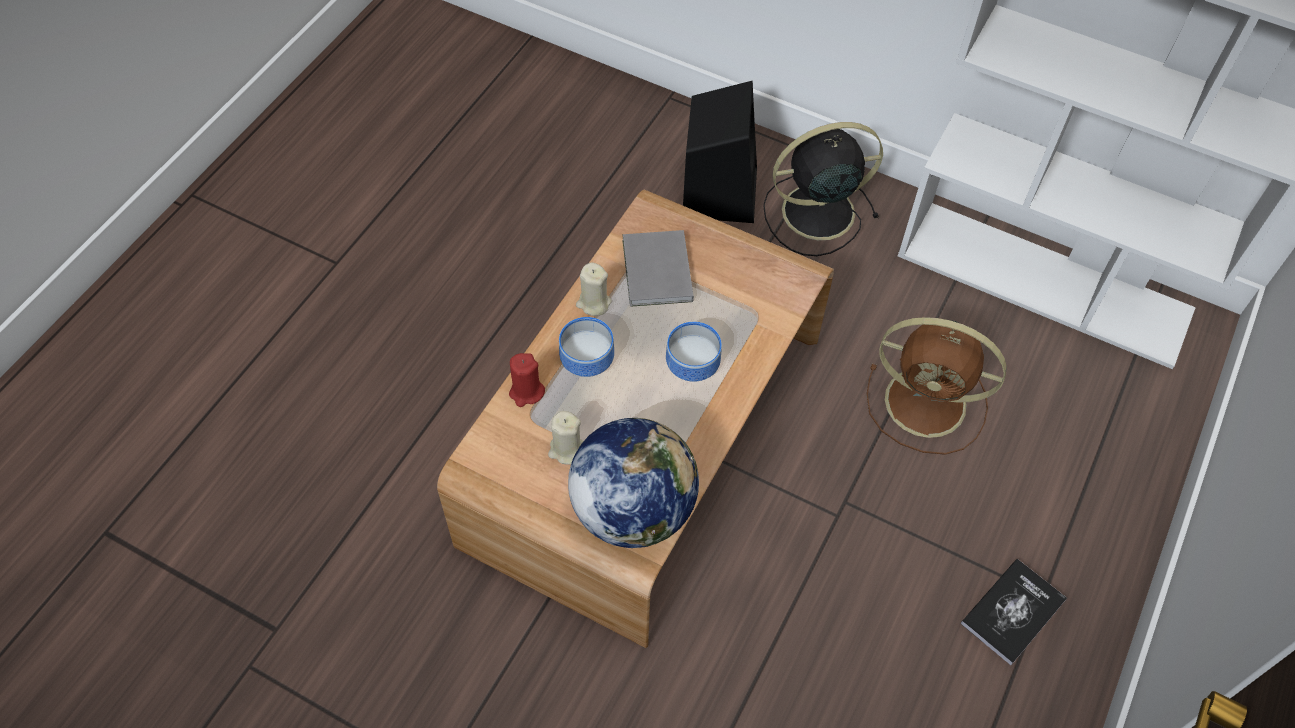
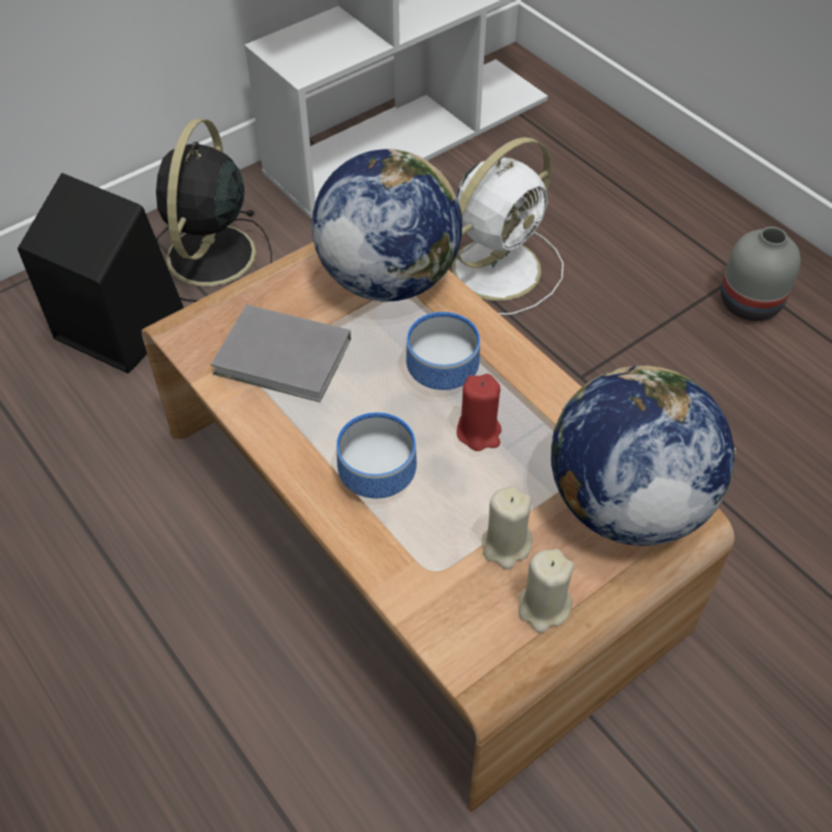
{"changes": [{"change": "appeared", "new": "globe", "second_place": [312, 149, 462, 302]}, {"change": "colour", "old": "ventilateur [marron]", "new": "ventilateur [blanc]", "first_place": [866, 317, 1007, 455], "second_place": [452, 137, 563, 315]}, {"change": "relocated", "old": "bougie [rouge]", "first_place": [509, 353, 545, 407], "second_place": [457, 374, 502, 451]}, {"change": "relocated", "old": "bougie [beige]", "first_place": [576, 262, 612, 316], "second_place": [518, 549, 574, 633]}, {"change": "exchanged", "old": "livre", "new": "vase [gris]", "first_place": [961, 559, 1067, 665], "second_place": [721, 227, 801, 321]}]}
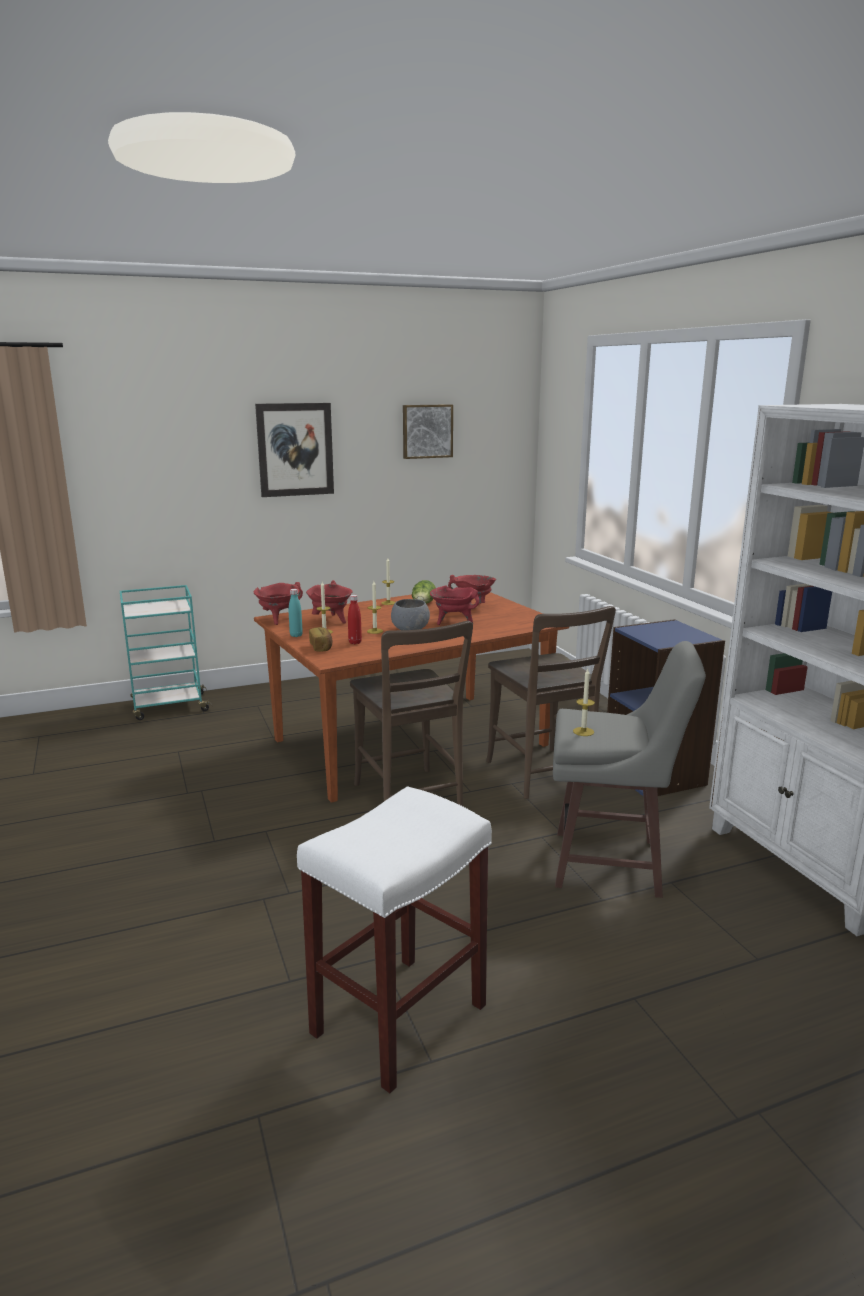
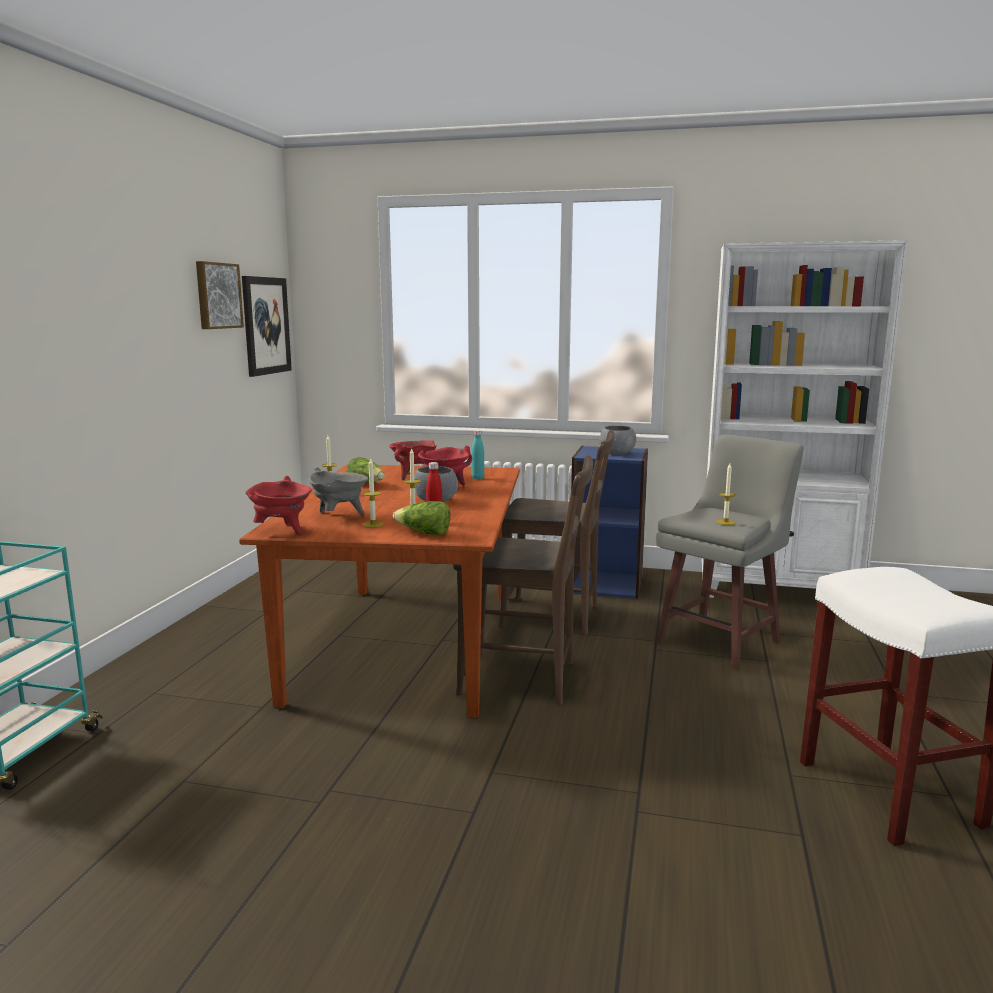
{"changes": [{"change": "relocated", "old": "tableau", "first_place": [255, 403, 334, 497], "second_place": [242, 276, 292, 377]}, {"change": "colour", "old": "marmite [rouge]", "new": "marmite [gris]", "first_place": [306, 580, 353, 624], "second_place": [308, 467, 368, 514]}, {"change": "exchanged", "old": "pain", "new": "laitue", "first_place": [309, 627, 333, 652], "second_place": [393, 501, 450, 536]}, {"change": "relocated", "old": "bouteille [turquoise]", "first_place": [289, 589, 303, 637], "second_place": [471, 430, 484, 479]}, {"change": "appeared", "new": "bol [gris]", "second_place": [600, 426, 636, 455]}]}
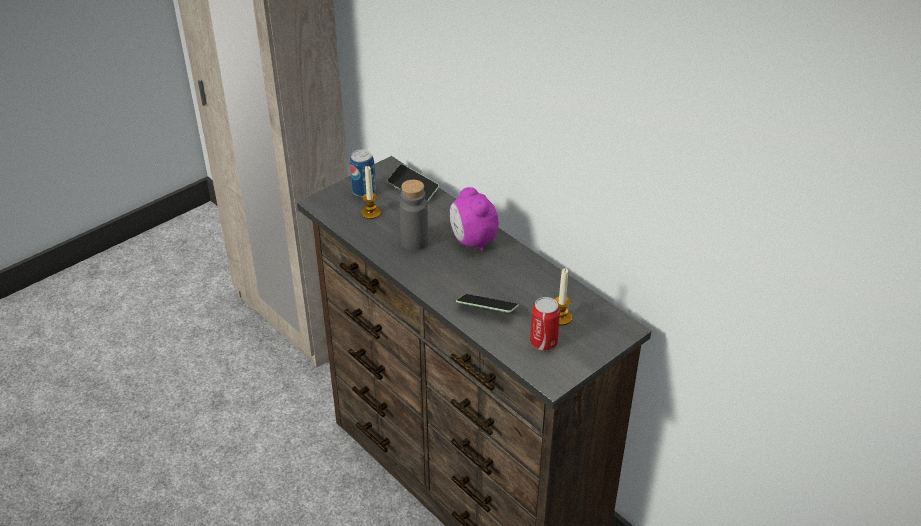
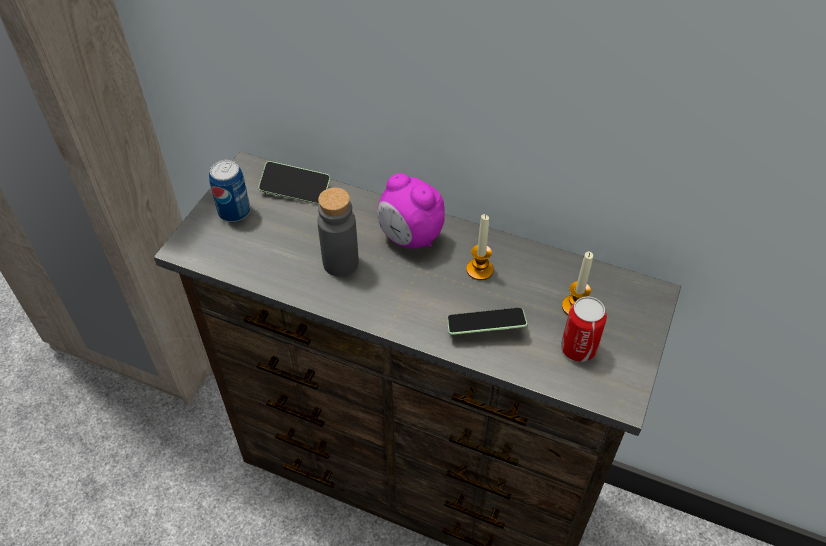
{"changes": [{"change": "relocated", "old": "bougie", "first_place": [361, 166, 381, 219], "second_place": [466, 214, 494, 280]}]}
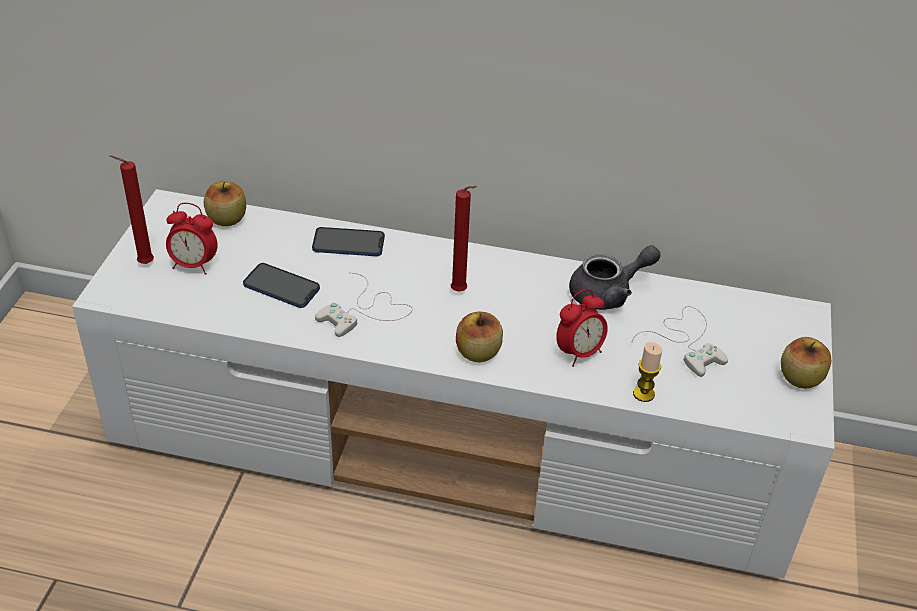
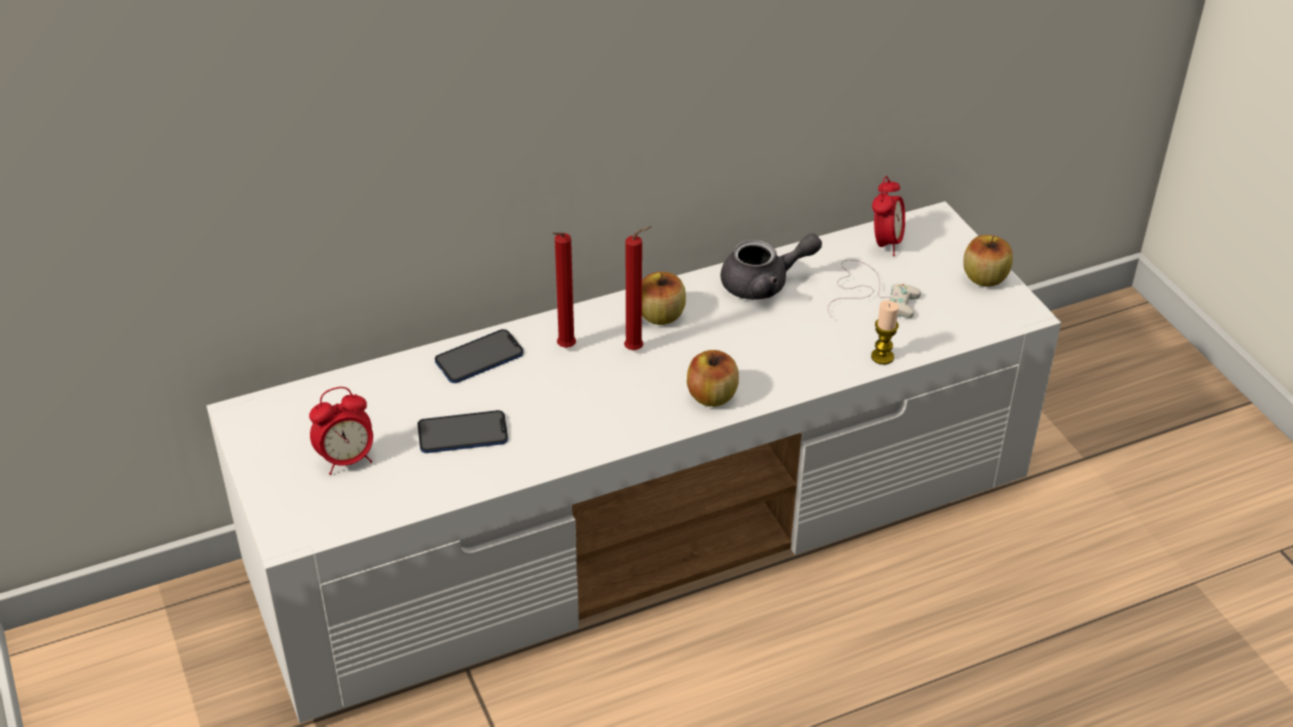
{"changes": [{"change": "relocated", "old": "bougie [rouge]", "first_place": [110, 155, 154, 264], "second_place": [552, 232, 576, 348]}, {"change": "relocated", "old": "pomme", "first_place": [204, 181, 246, 226], "second_place": [642, 272, 686, 325]}, {"change": "spun", "old": "théière [gris]", "first_place": [569, 245, 660, 310], "second_place": [720, 233, 822, 300], "degrees": 45}, {"change": "relocated", "old": "réveil", "first_place": [556, 289, 608, 367], "second_place": [872, 176, 905, 256]}, {"change": "missing", "old": "manette [blanc]", "first_place": [315, 273, 413, 337]}]}
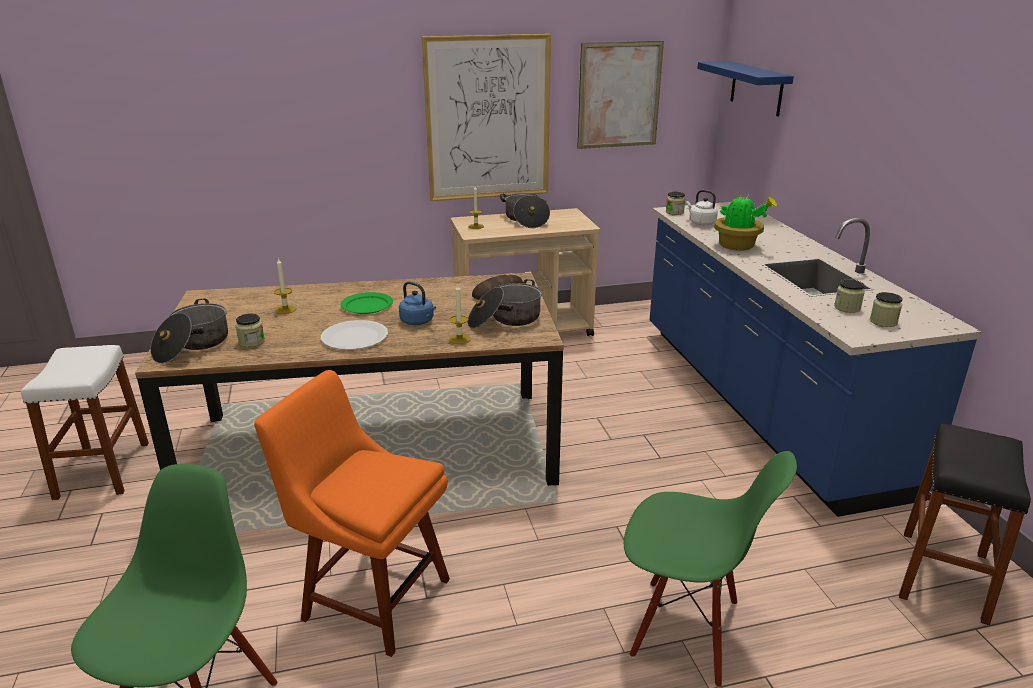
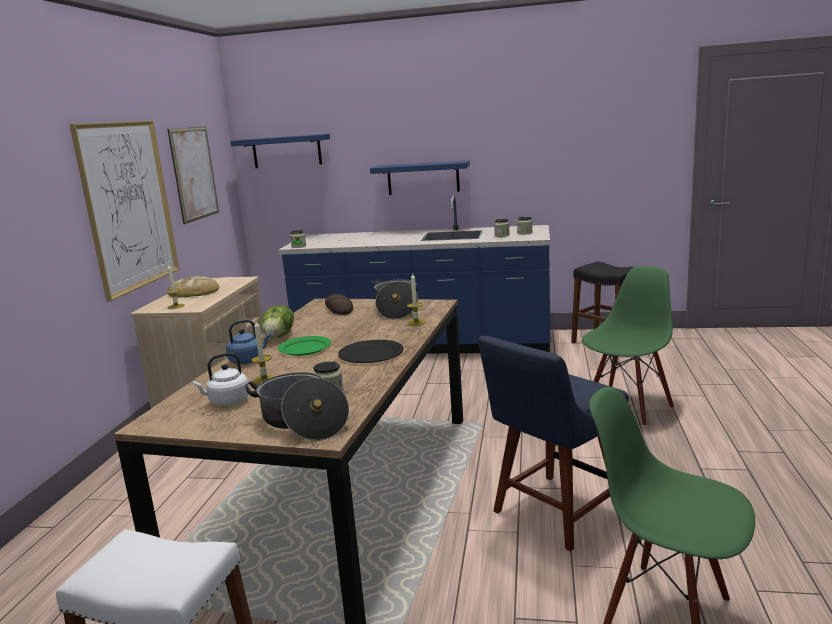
{"changes": [{"change": "exchanged", "old": "marmite", "new": "pain", "first_place": [500, 193, 550, 228], "second_place": [168, 276, 219, 298]}, {"change": "relocated", "old": "bouilloire [blanc]", "first_place": [686, 190, 718, 226], "second_place": [192, 352, 249, 406]}, {"change": "relocated", "old": "bouilloire [bleu]", "first_place": [399, 281, 436, 325], "second_place": [226, 319, 271, 364]}, {"change": "appeared", "new": "laitue", "second_place": [261, 305, 294, 338]}, {"change": "colour", "old": "assiette [blanc]", "new": "assiette [noir]", "first_place": [321, 320, 388, 350], "second_place": [338, 340, 404, 363]}, {"change": "appeared", "new": "étagère [bleu]", "second_place": [370, 160, 470, 195]}, {"change": "colour", "old": "chaise [orange]", "new": "chaise [bleu]", "first_place": [254, 370, 450, 657], "second_place": [478, 336, 631, 552]}, {"change": "missing", "old": "plante en pot", "first_place": [714, 193, 777, 251]}]}
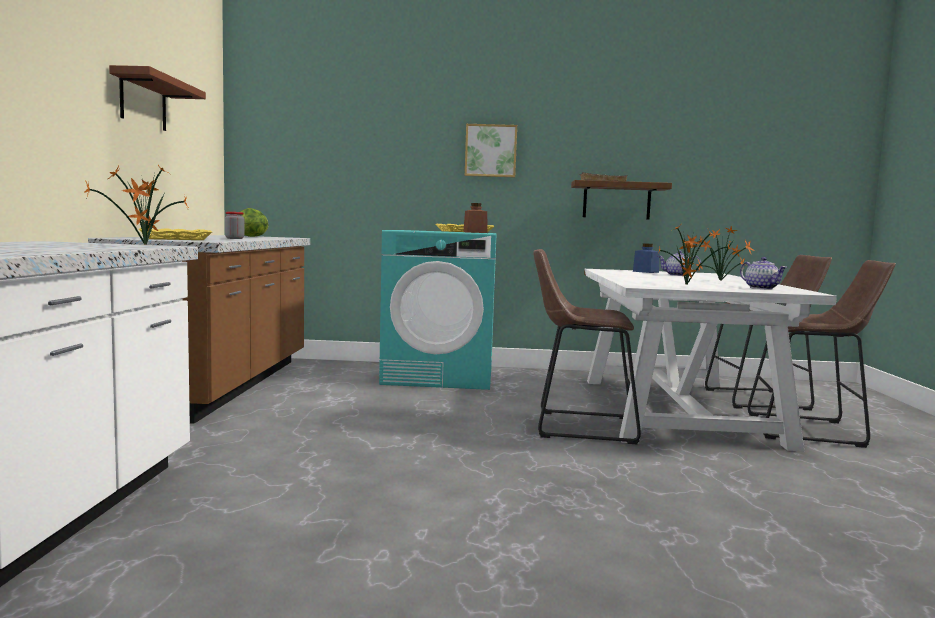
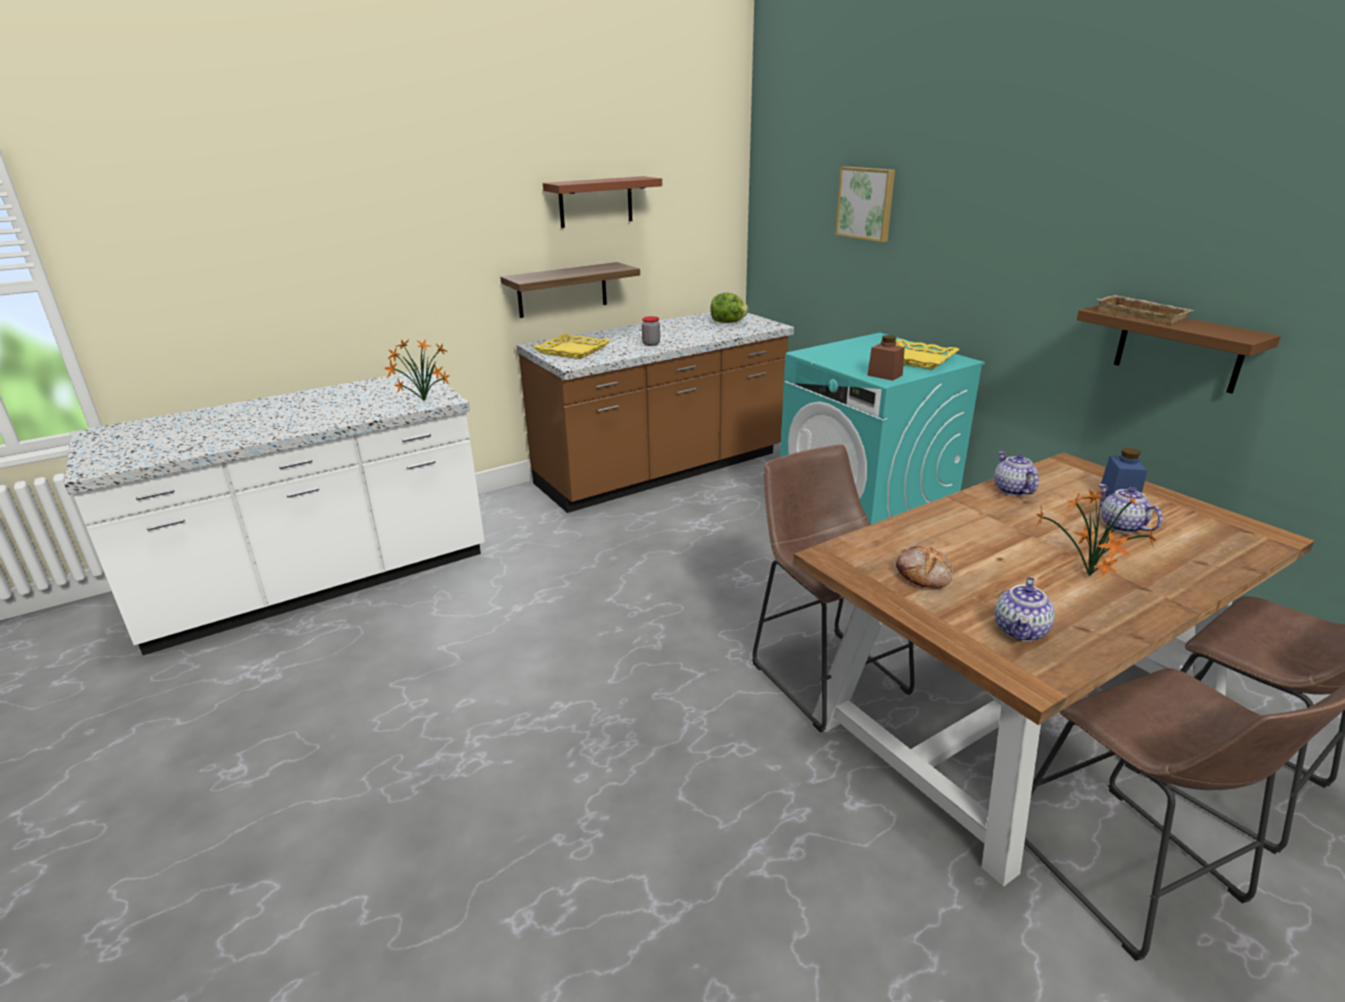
{"changes": [{"change": "appeared", "new": "étagère", "second_place": [500, 262, 640, 318]}, {"change": "colour", "old": "table à manger [blanc]", "new": "table à manger [marron]", "first_place": [584, 269, 837, 451], "second_place": [793, 452, 1314, 886]}, {"change": "relocated", "old": "tableau", "first_place": [465, 124, 517, 177], "second_place": [835, 167, 895, 242]}, {"change": "exchanged", "old": "plante en pot", "new": "pain", "first_place": [657, 227, 730, 285], "second_place": [896, 546, 954, 589]}, {"change": "appeared", "new": "théière", "second_place": [994, 452, 1039, 496]}]}
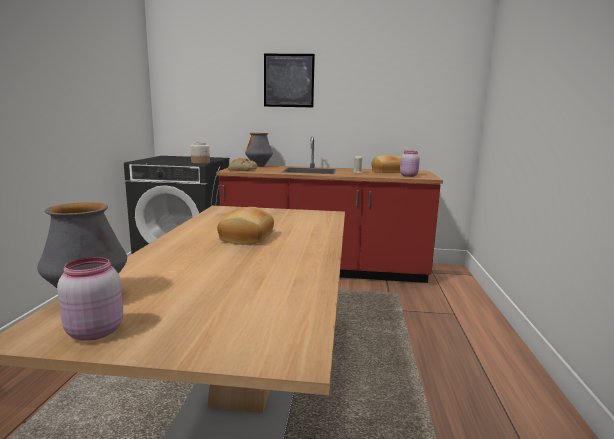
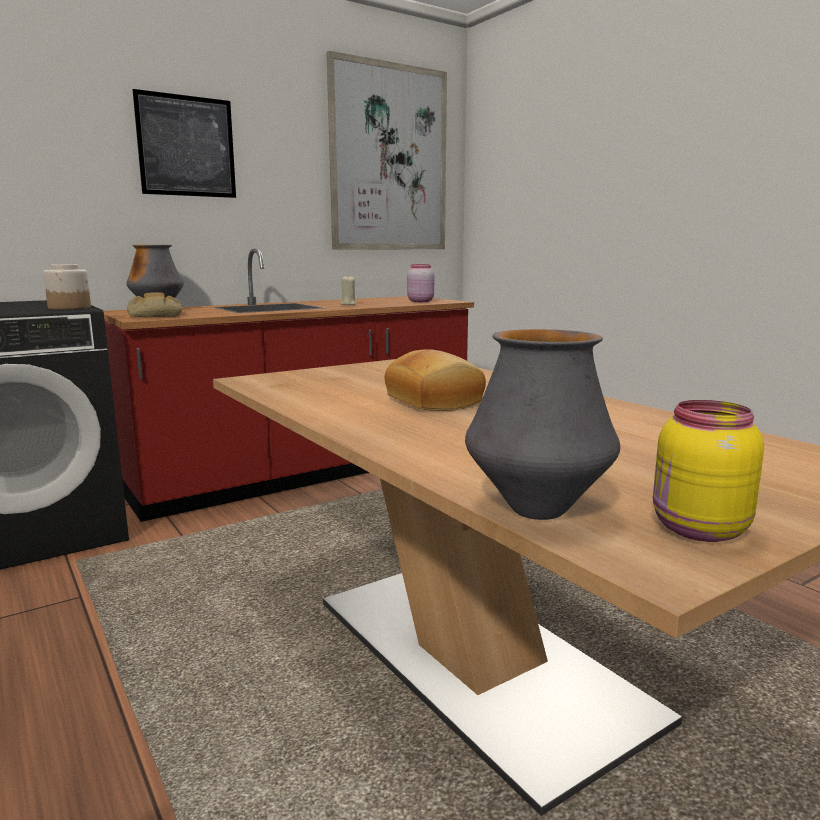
{"changes": [{"change": "appeared", "new": "tableau", "second_place": [327, 51, 447, 249]}, {"change": "colour", "old": "bocal [rose]", "new": "bocal [jaune]", "first_place": [57, 257, 123, 341], "second_place": [653, 400, 764, 542]}, {"change": "missing", "old": "pain", "first_place": [371, 155, 401, 173]}]}
